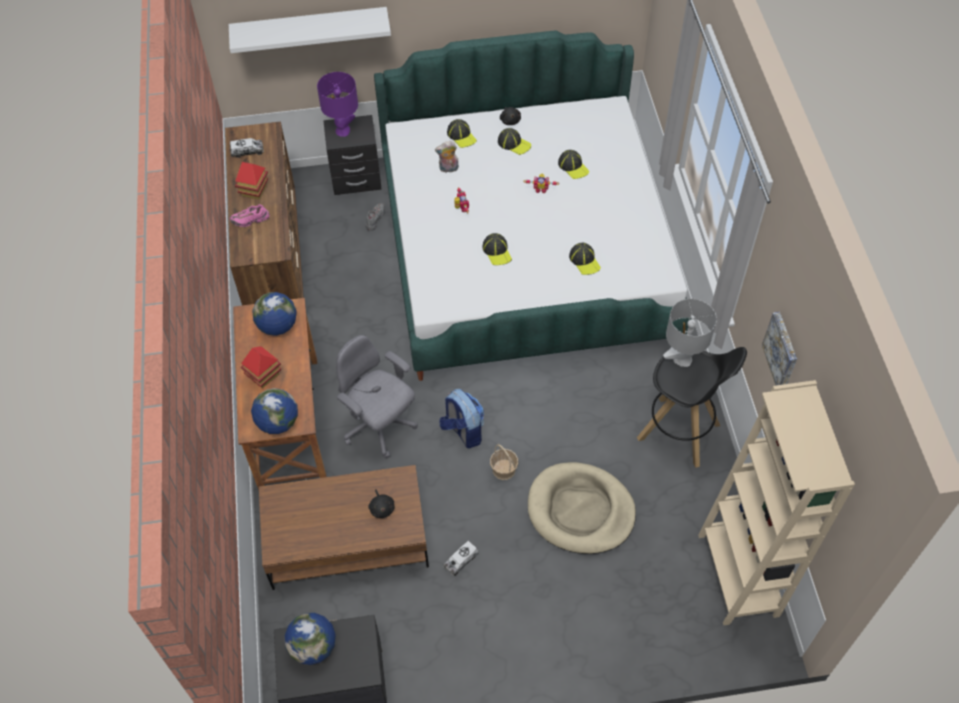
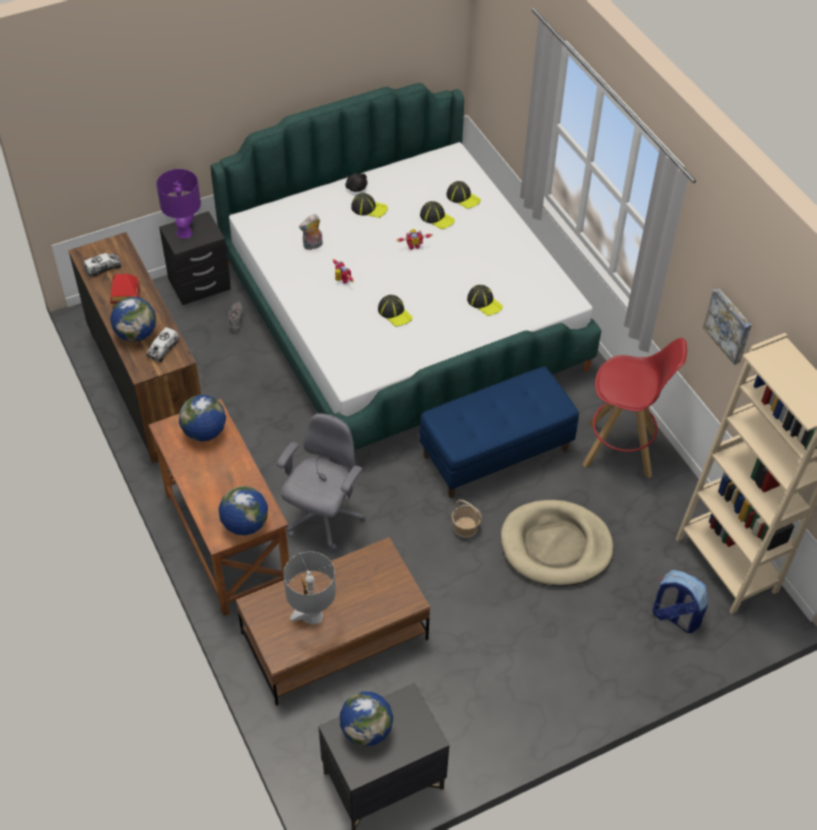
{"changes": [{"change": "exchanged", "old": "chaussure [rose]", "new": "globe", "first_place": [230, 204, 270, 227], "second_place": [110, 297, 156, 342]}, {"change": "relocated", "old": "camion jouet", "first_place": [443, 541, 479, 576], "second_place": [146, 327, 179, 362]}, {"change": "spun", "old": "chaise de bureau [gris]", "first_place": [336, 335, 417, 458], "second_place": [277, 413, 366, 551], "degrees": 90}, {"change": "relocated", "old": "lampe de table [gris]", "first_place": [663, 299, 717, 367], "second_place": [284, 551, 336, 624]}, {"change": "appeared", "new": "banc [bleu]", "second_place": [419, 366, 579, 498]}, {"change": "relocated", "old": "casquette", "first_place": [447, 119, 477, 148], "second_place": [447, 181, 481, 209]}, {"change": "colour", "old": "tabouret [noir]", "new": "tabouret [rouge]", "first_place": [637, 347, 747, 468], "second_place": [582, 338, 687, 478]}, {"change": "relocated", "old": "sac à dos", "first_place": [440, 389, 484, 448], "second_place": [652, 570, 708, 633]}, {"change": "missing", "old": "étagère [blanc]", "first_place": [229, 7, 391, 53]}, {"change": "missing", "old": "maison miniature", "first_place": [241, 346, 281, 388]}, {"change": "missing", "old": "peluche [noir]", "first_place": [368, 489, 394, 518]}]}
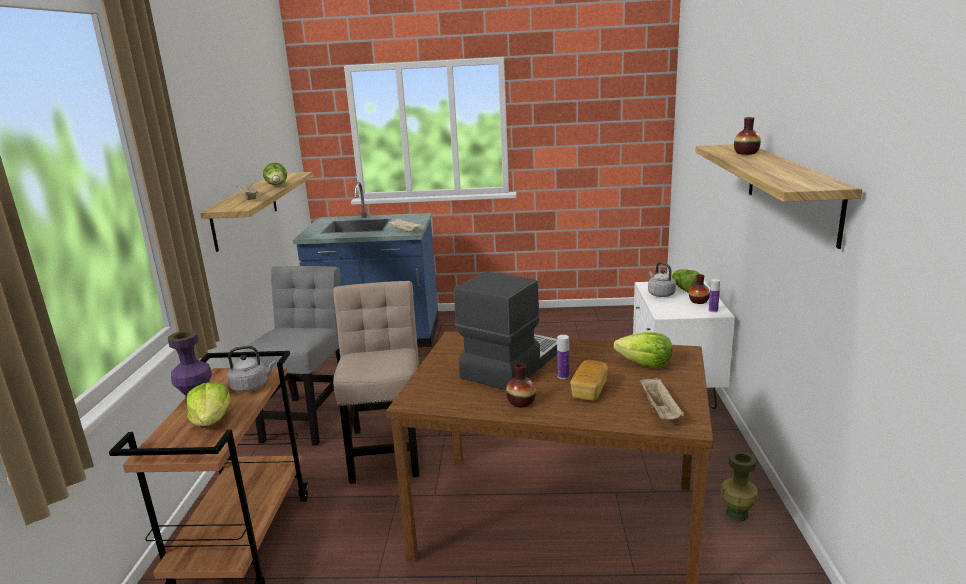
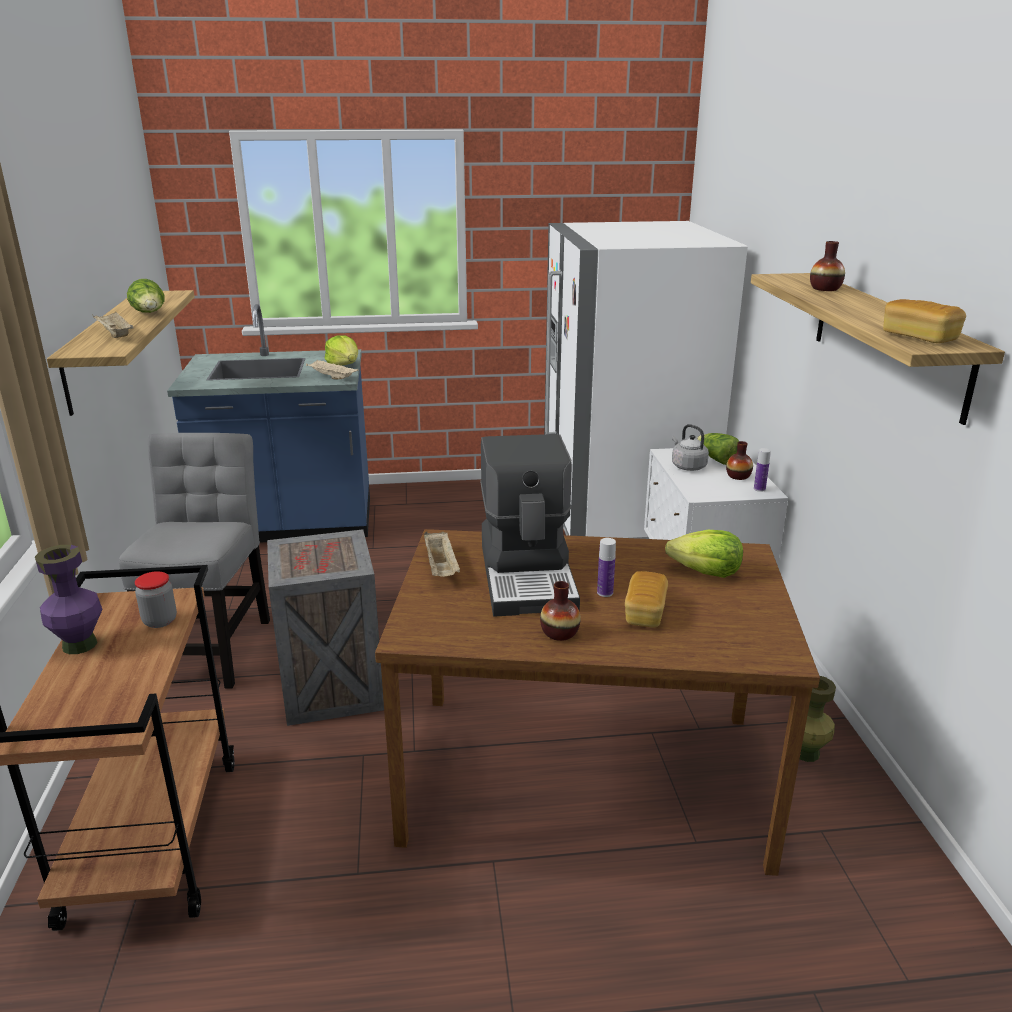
{"changes": [{"change": "exchanged", "old": "bouilloire [gris]", "new": "bocal", "first_place": [227, 346, 276, 392], "second_place": [135, 571, 177, 628]}, {"change": "exchanged", "old": "chaise [beige]", "new": "caisse", "first_place": [333, 281, 419, 484], "second_place": [267, 529, 384, 726]}, {"change": "relocated", "old": "laitue", "first_place": [186, 382, 231, 426], "second_place": [325, 335, 358, 366]}, {"change": "relocated", "old": "plateau [beige]", "first_place": [640, 378, 684, 420], "second_place": [424, 531, 460, 577]}, {"change": "spun", "old": "machine à café", "first_place": [454, 272, 557, 390], "second_place": [480, 434, 580, 617], "degrees": 150}, {"change": "appeared", "new": "réfrigérateur [blanc]", "second_place": [544, 221, 748, 539]}, {"change": "appeared", "new": "pain", "second_place": [883, 299, 966, 343]}]}
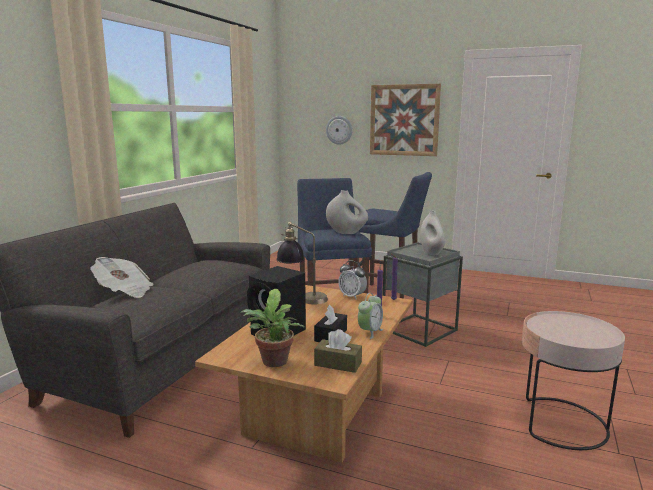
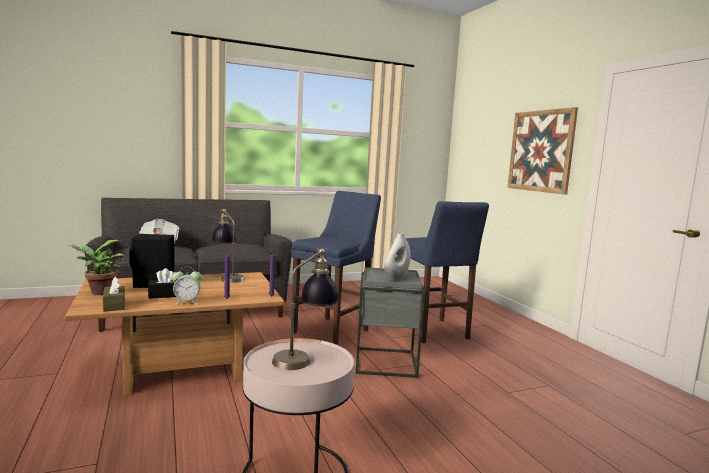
{"changes": [{"change": "appeared", "new": "lampe de table", "second_place": [272, 248, 339, 370]}, {"change": "missing", "old": "horloge murale", "first_place": [326, 116, 352, 145]}, {"change": "missing", "old": "vase [blanc]", "first_place": [326, 190, 368, 234]}, {"change": "missing", "old": "réveil", "first_place": [338, 260, 367, 300]}]}
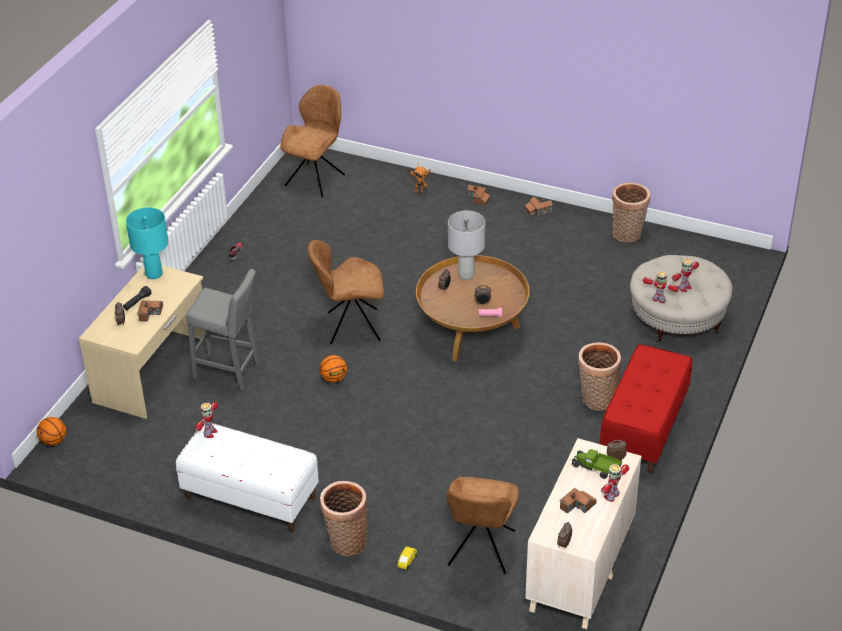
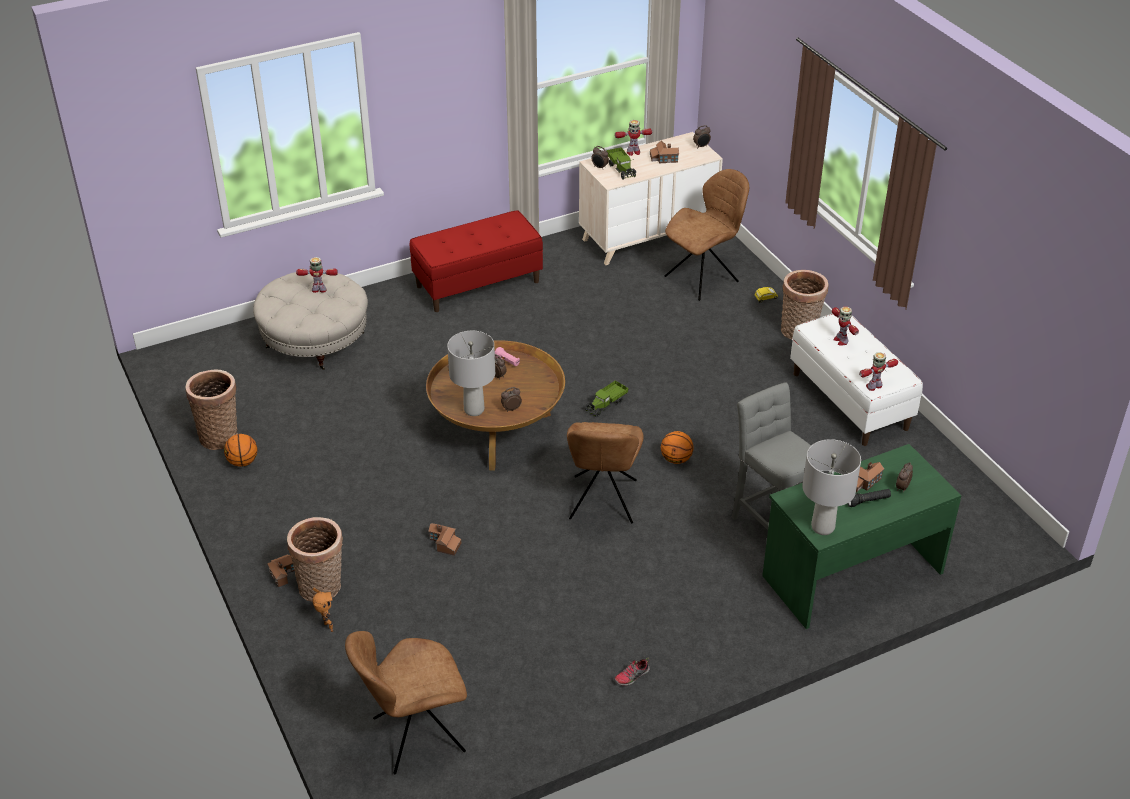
{"changes": [{"change": "relocated", "old": "ballon de basket", "first_place": [37, 417, 66, 446], "second_place": [224, 434, 257, 467]}, {"change": "relocated", "old": "panier", "first_place": [578, 342, 622, 411], "second_place": [287, 517, 343, 602]}, {"change": "relocated", "old": "maison miniature", "first_place": [525, 196, 553, 216], "second_place": [428, 523, 461, 556]}, {"change": "spun", "old": "chaise [marron]", "first_place": [307, 240, 384, 344], "second_place": [567, 422, 643, 524], "degrees": 60}, {"change": "appeared", "new": "camion jouet", "second_place": [585, 380, 628, 417]}, {"change": "colour", "old": "bureau [beige]", "new": "bureau [vert]", "first_place": [79, 265, 206, 419], "second_place": [762, 444, 962, 629]}, {"change": "colour", "old": "lampe de table [turquoise]", "new": "lampe de table [gris]", "first_place": [126, 207, 168, 279], "second_place": [802, 439, 861, 535]}, {"change": "relocated", "old": "robot jouet", "first_place": [643, 271, 679, 303], "second_place": [832, 307, 859, 346]}]}
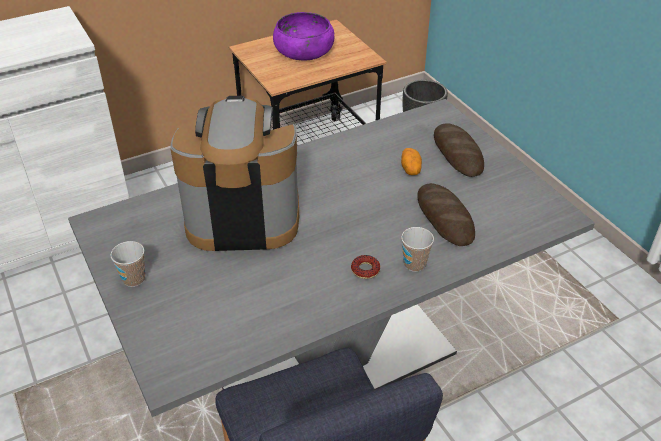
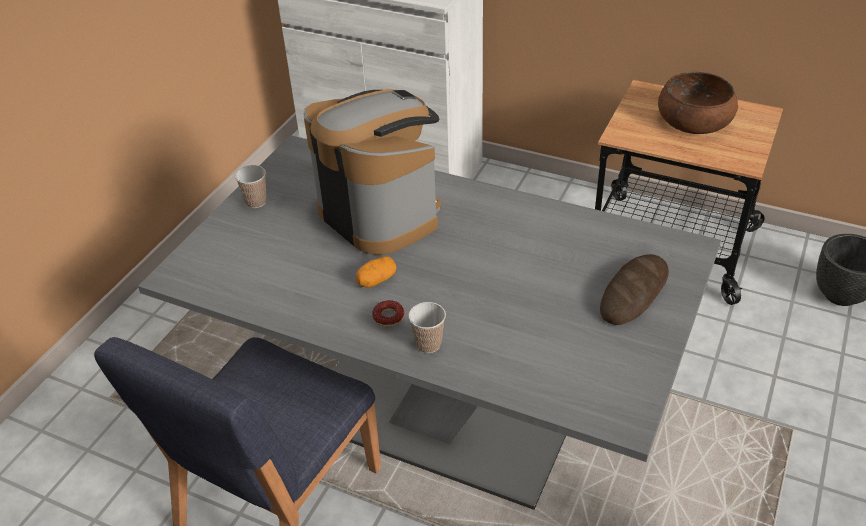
{"changes": [{"change": "relocated", "old": "pomme de terre", "first_place": [401, 148, 422, 175], "second_place": [356, 256, 396, 288]}, {"change": "colour", "old": "bol [violet]", "new": "bol [marron]", "first_place": [273, 12, 334, 60], "second_place": [658, 72, 738, 134]}, {"change": "missing", "old": "pain", "first_place": [417, 183, 475, 246]}]}
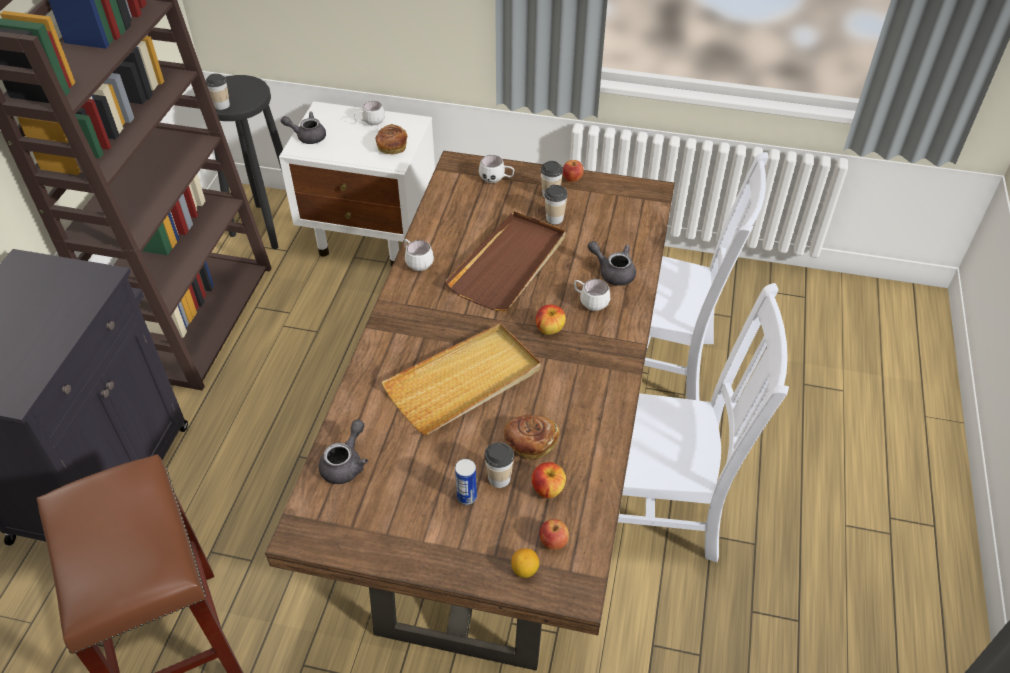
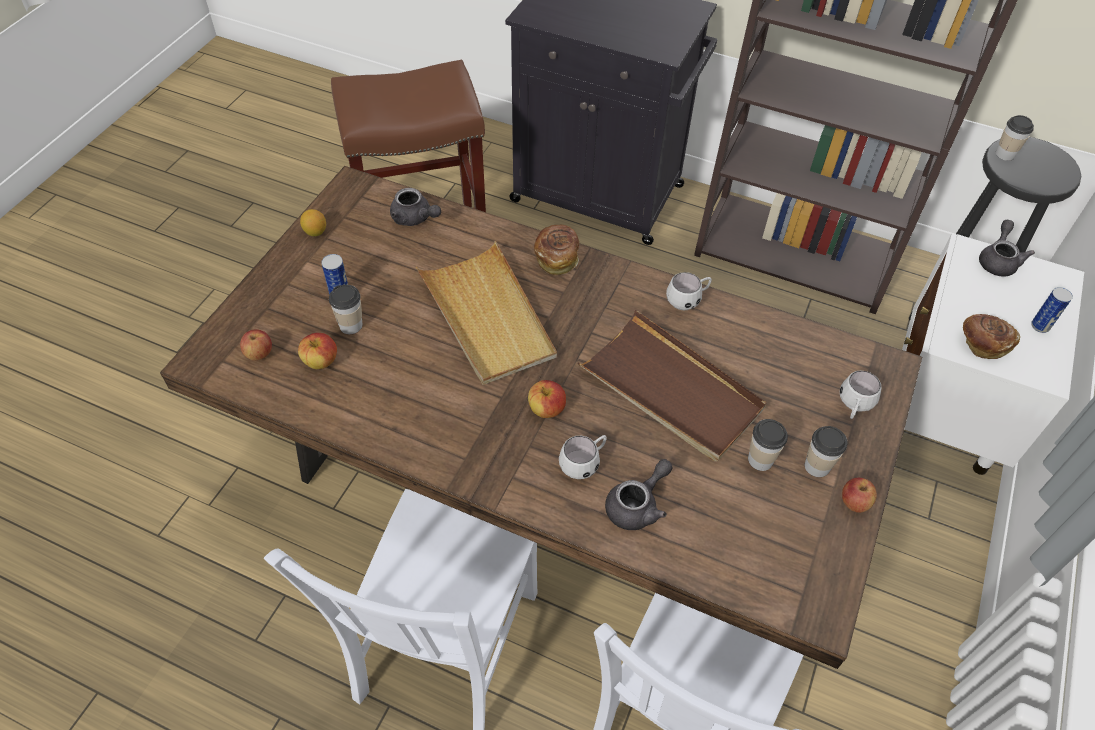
{"changes": [{"change": "relocated", "old": "citron", "first_place": [511, 548, 539, 578], "second_place": [300, 209, 326, 236]}, {"change": "relocated", "old": "pain", "first_place": [504, 415, 559, 460], "second_place": [534, 225, 580, 275]}, {"change": "exchanged", "old": "mug [blanc]", "new": "boîte métallique", "first_place": [354, 101, 385, 125], "second_place": [1031, 287, 1073, 333]}]}
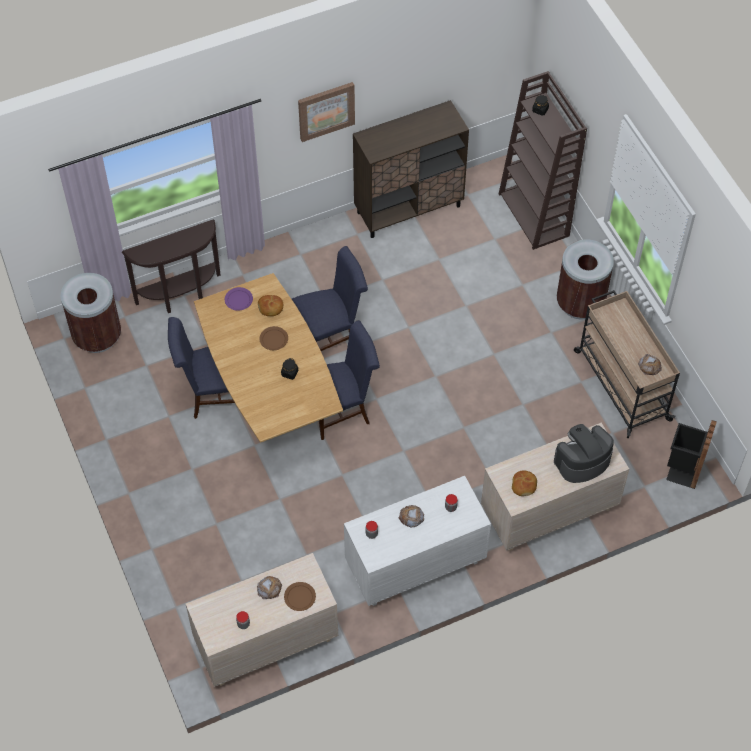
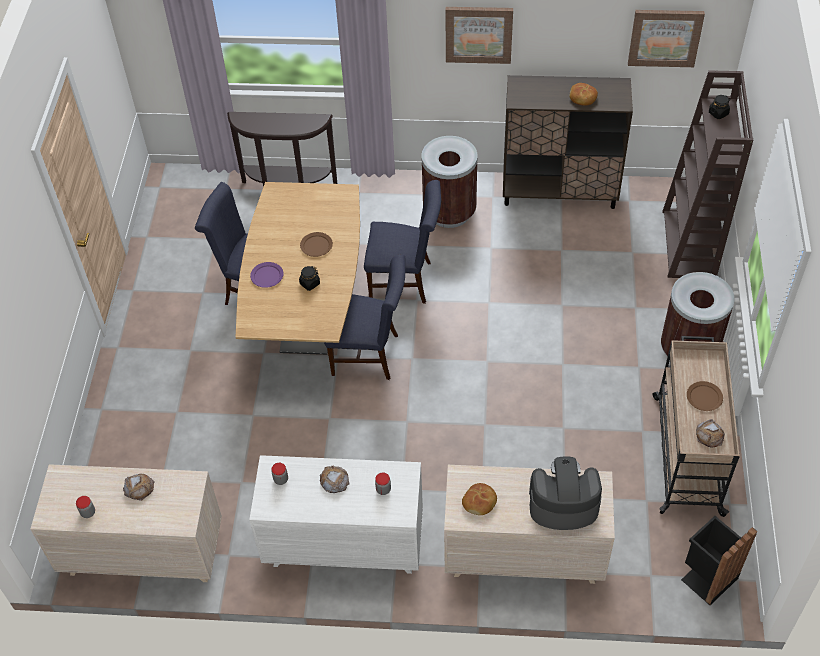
{"changes": [{"change": "relocated", "old": "assiette [violet]", "first_place": [225, 287, 253, 311], "second_place": [250, 262, 284, 288]}, {"change": "relocated", "old": "poubelle [marron]", "first_place": [61, 273, 121, 353], "second_place": [422, 136, 477, 228]}, {"change": "relocated", "old": "pain", "first_place": [258, 295, 283, 316], "second_place": [569, 83, 598, 106]}, {"change": "appeared", "new": "tableau", "second_place": [628, 10, 705, 67]}, {"change": "relocated", "old": "assiette [marron]", "first_place": [284, 582, 316, 611], "second_place": [687, 381, 723, 411]}]}
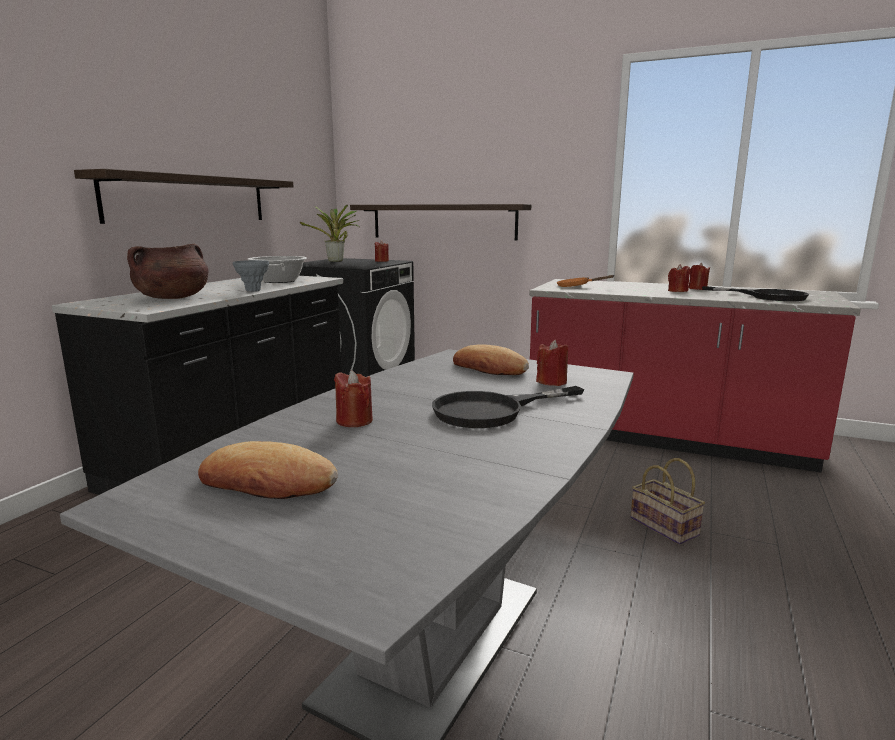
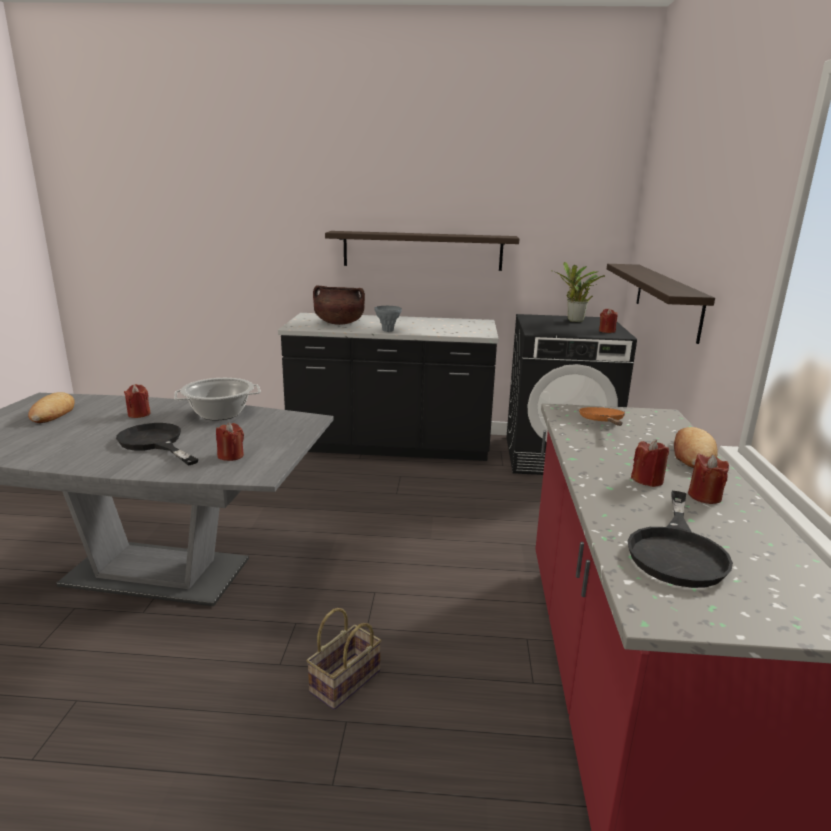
{"changes": [{"change": "relocated", "old": "marmite", "first_place": [247, 256, 307, 283], "second_place": [174, 378, 261, 420]}, {"change": "relocated", "old": "pain", "first_place": [453, 344, 529, 375], "second_place": [674, 427, 718, 468]}]}
